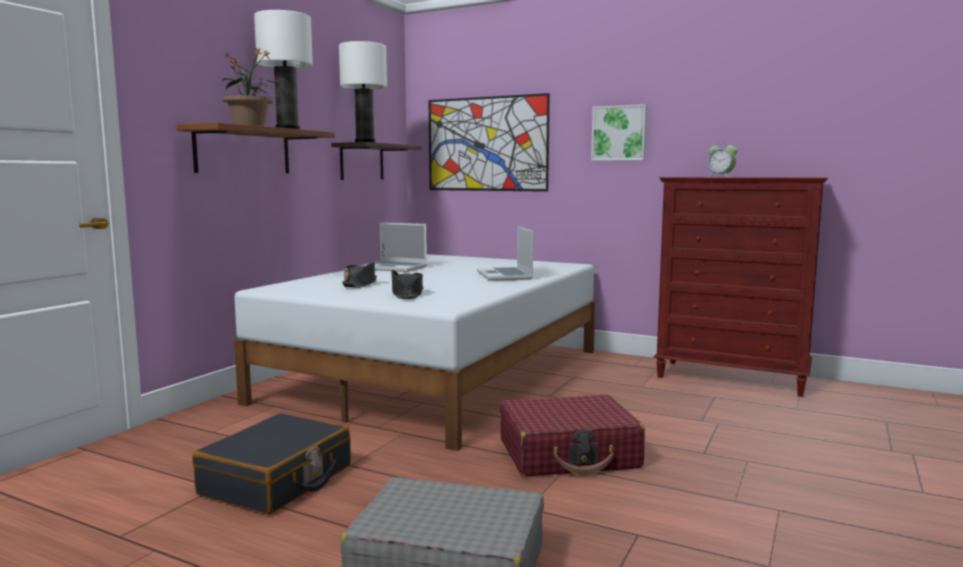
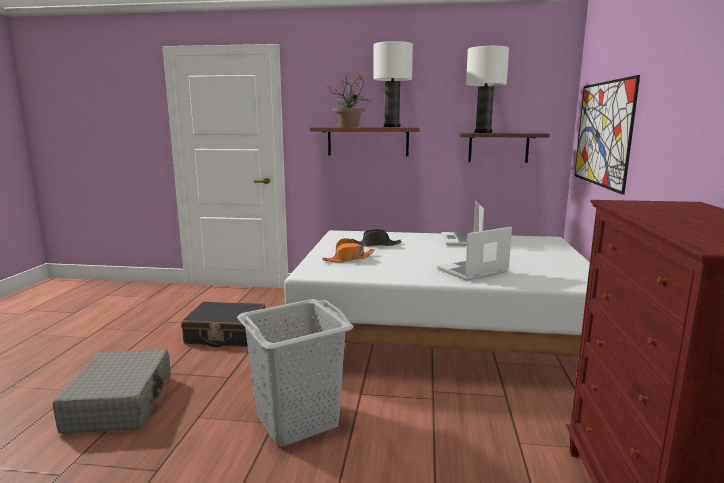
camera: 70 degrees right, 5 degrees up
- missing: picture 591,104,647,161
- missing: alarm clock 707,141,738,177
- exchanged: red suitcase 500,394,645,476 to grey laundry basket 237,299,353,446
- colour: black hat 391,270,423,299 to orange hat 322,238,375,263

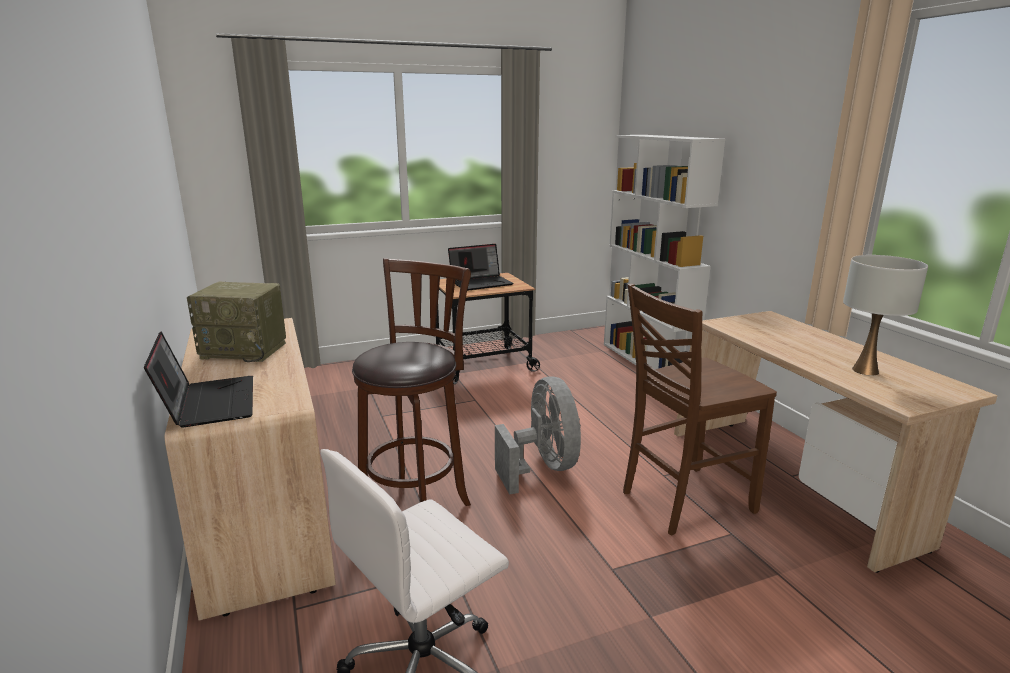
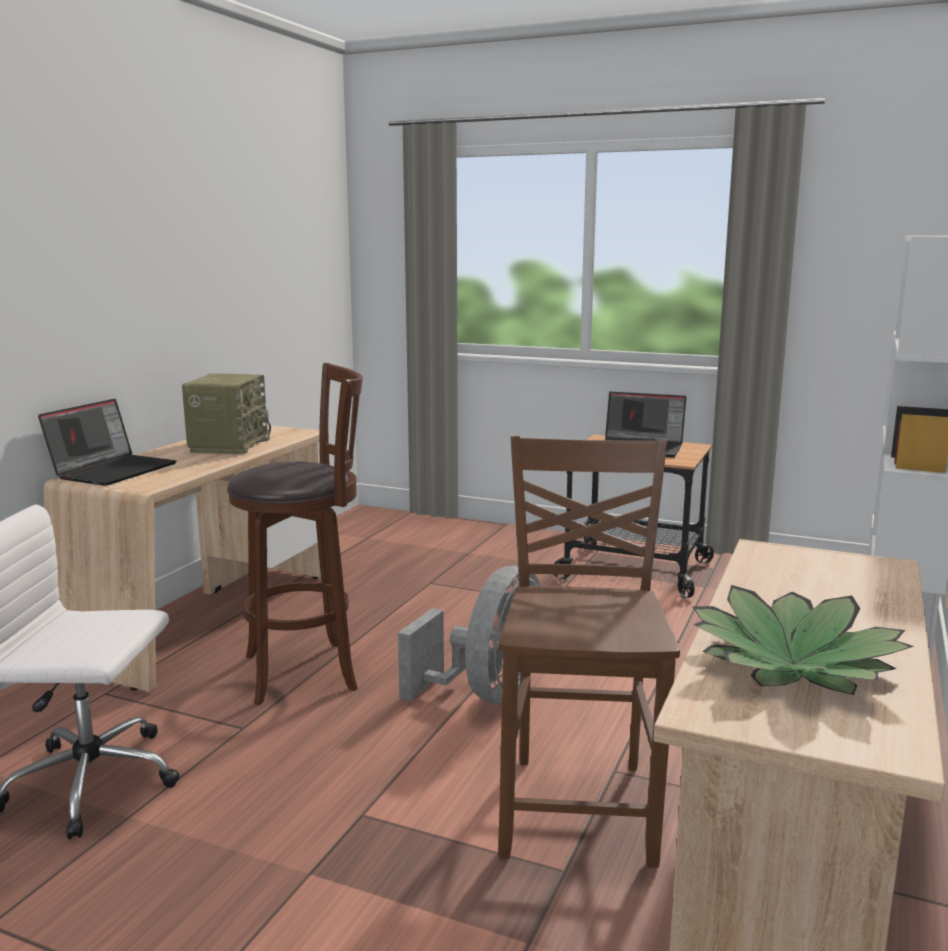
camera: 45 degrees right, 5 degrees down
- exchanged: white table lamp 843,255,928,376 to potted plant 692,585,914,695
- spun: radio 187,282,286,362 = 182,373,271,454 135 degrees counterclockwise
- spun: brown chair 623,283,777,536 = 498,436,680,868 75 degrees clockwise

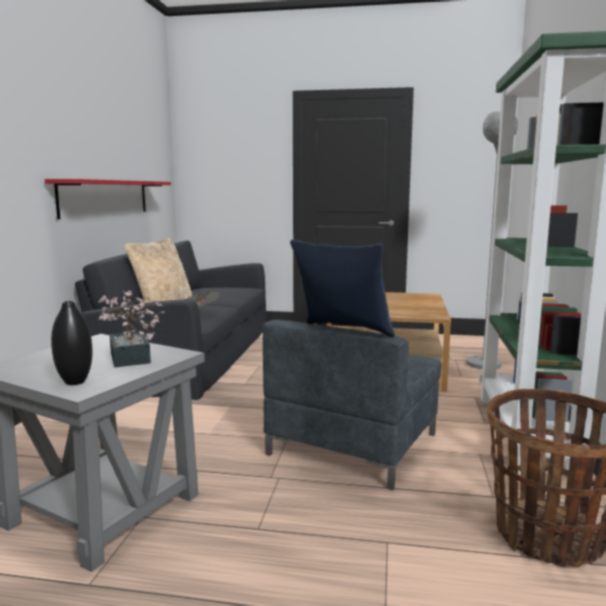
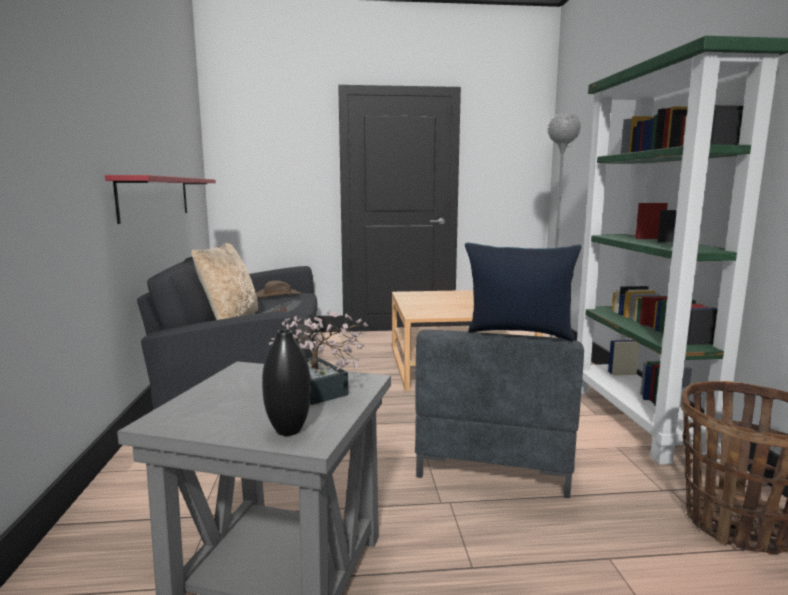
camera: 15 degrees left, 0 degrees up
- appeared: brown hat 256,280,301,298

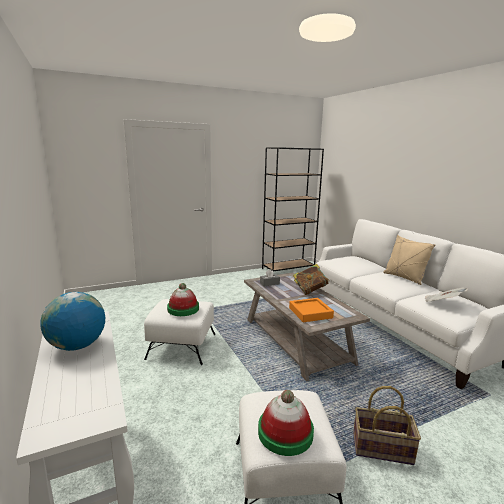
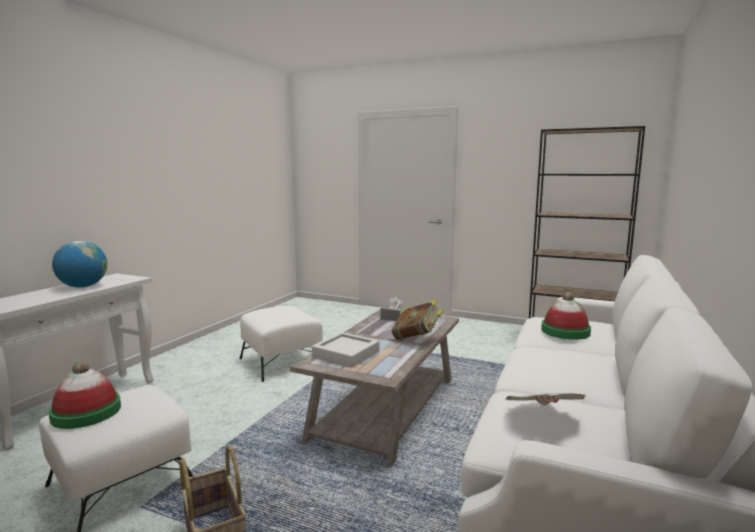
camera: 50 degrees right, 5 degrees down
- missing: beige pillow 383,235,436,285
- relocated: hat 167,283,199,316 to 541,292,591,340
- colour: orange tray 289,298,334,322 to grey tray 312,332,380,368

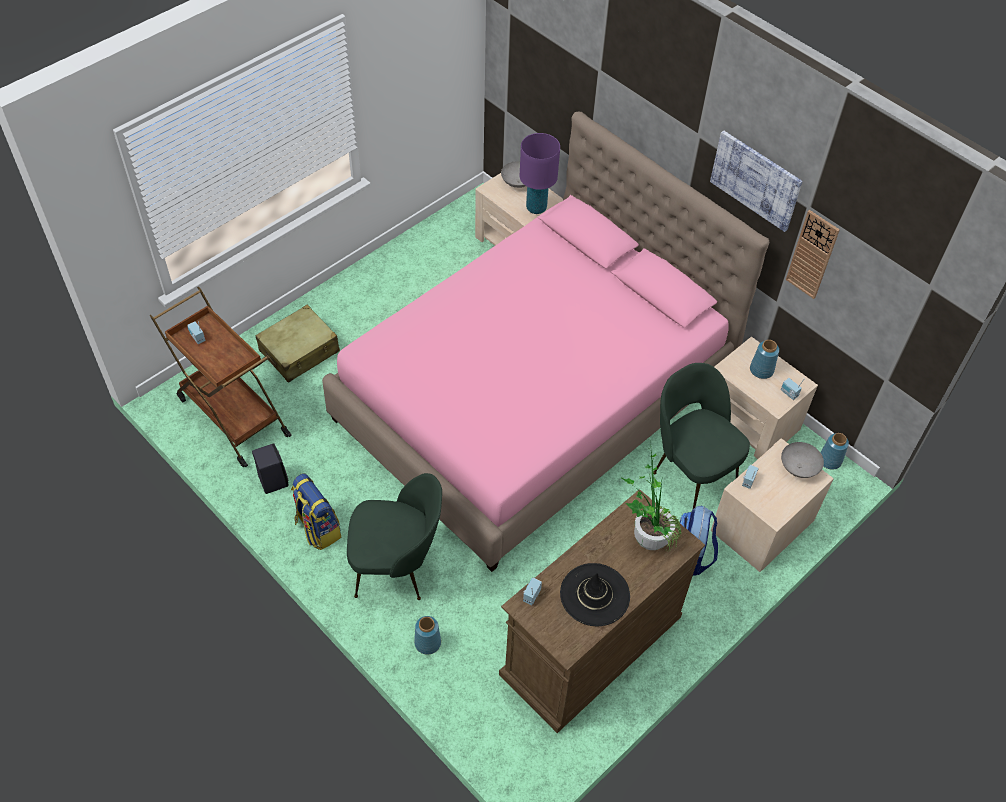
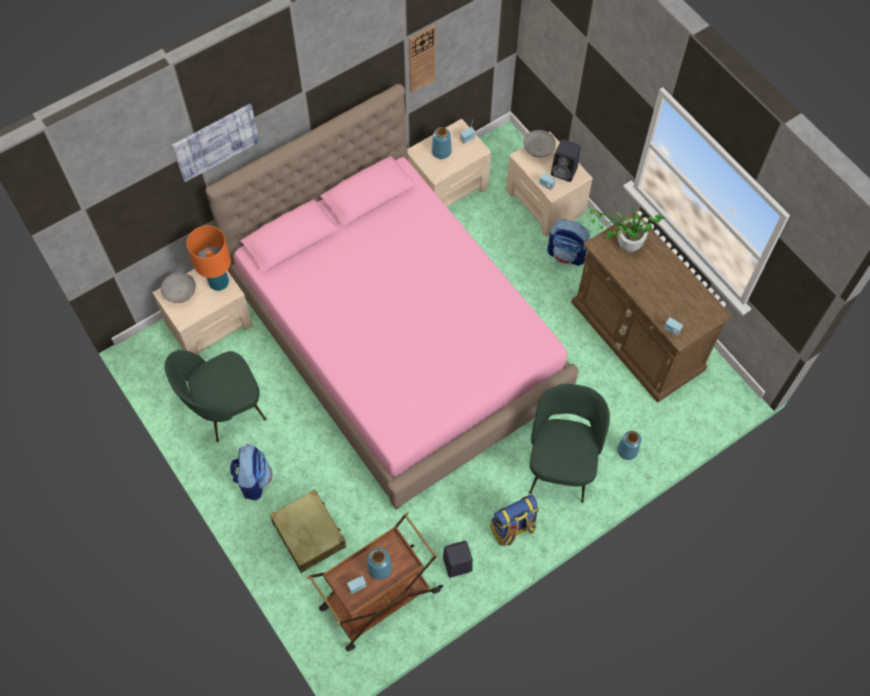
camera: 80 degrees left, 10 degrees up
- missing: black hat 560,563,630,626
- appeared: backpack 230,444,272,500
- appeared: black speaker 551,139,581,182
- relocated: green chair 653,363,750,509 to 164,350,266,442
- relocated: picture 710,131,802,232 to 172,104,259,182
- relocated: blue vase 820,433,849,470 to 368,548,392,580
- colour: purple table lamp 520,133,560,214 to orange table lamp 187,225,231,291

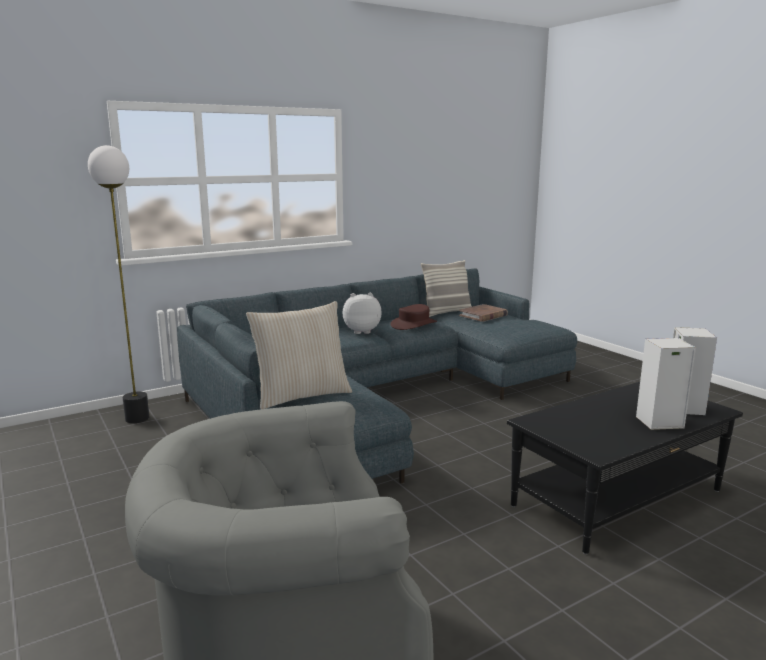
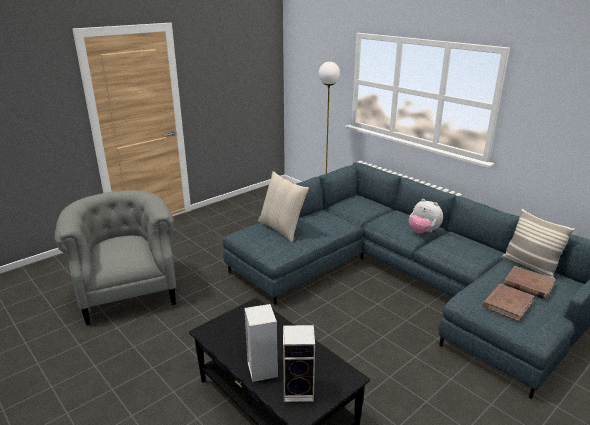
camera: 80 degrees right, 10 degrees up
- missing: brown hat 390,304,437,330
- appeared: brown book 482,284,534,322
- spun: plush toy 343,293,382,334 = 409,199,443,233 150 degrees clockwise

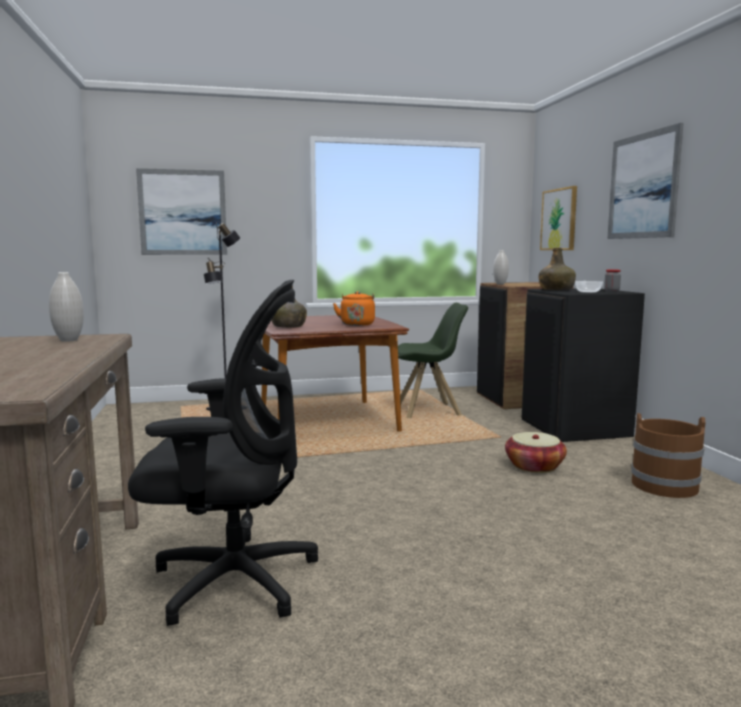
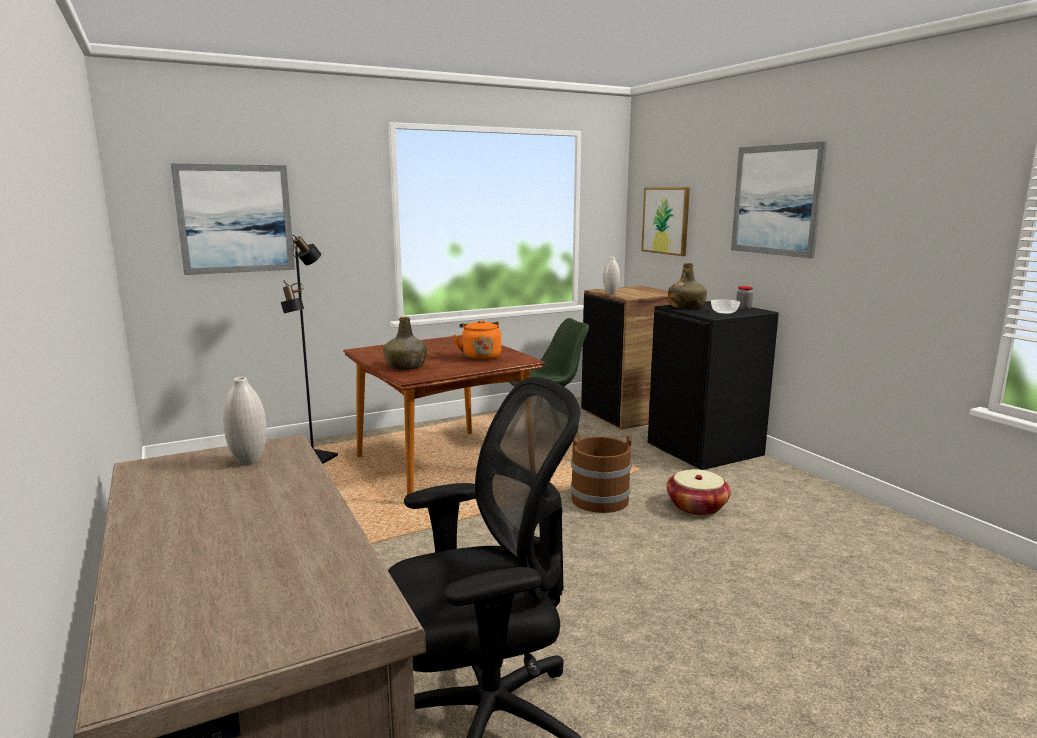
camera: 15 degrees left, 5 degrees up
- relocated: brown bucket 631,413,705,498 to 571,435,631,513

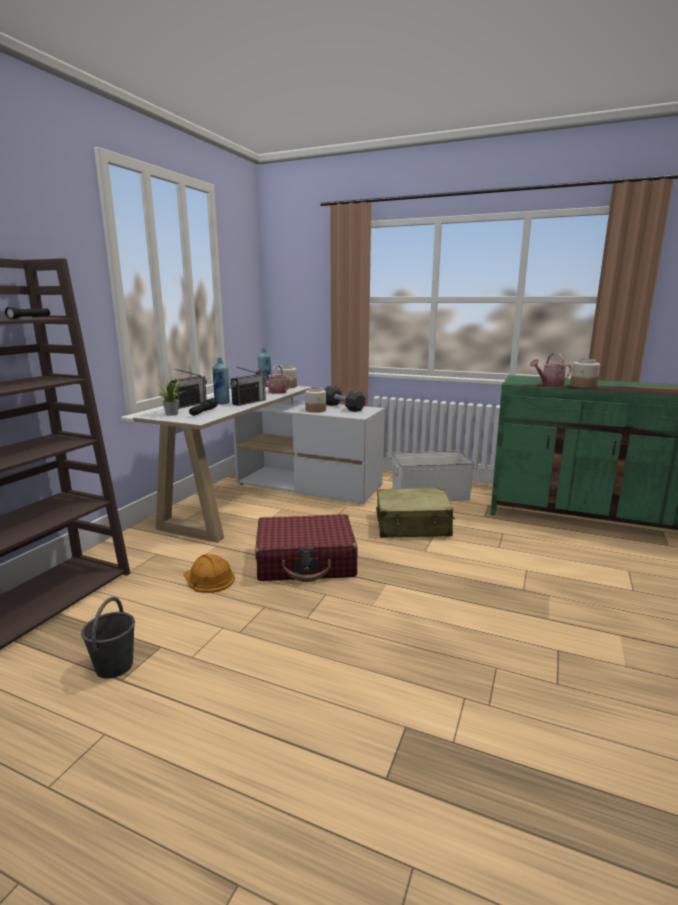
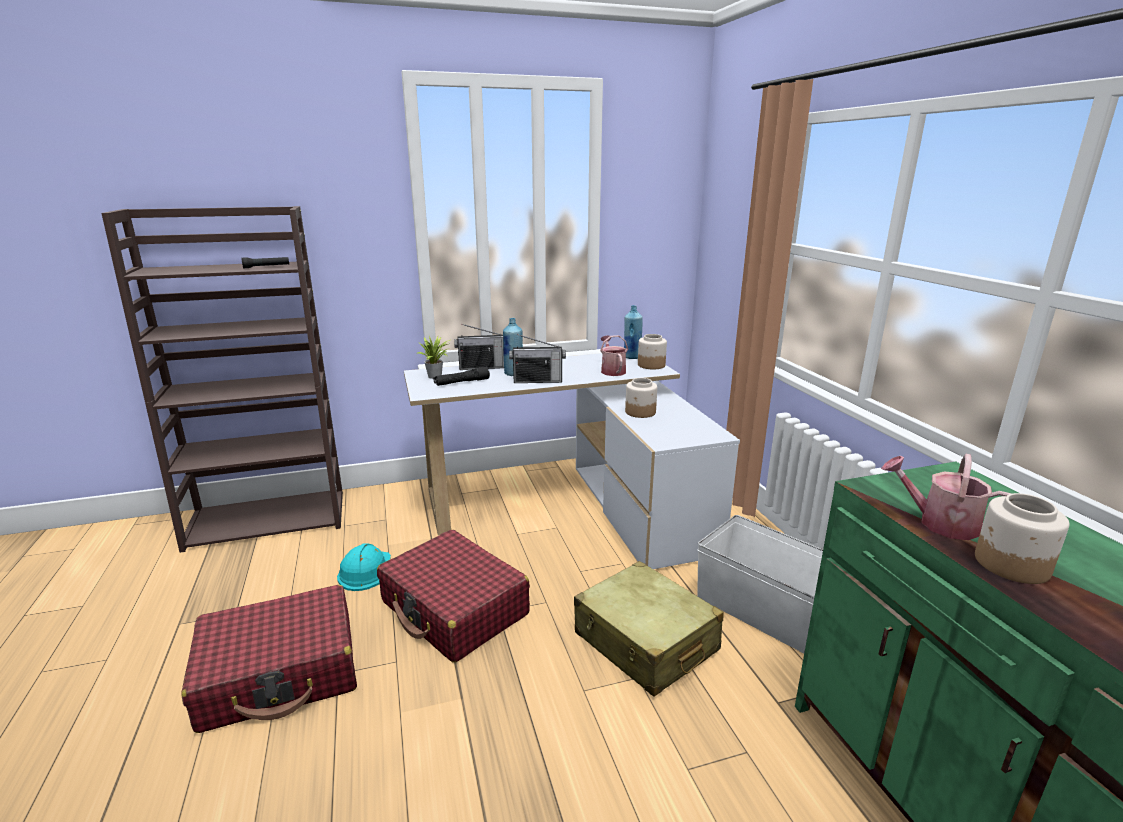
camera: 50 degrees right, 5 degrees up
- missing: grey bucket 81,597,135,679
- missing: black dumbbell 325,386,365,412
- appeared: red suitcase 181,585,357,733
- colour: orange hard hat 183,554,235,593 to turquoise hard hat 337,543,391,591

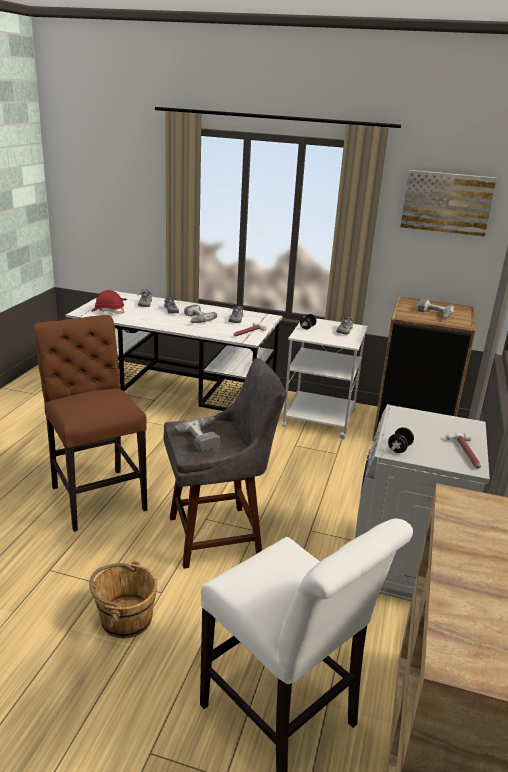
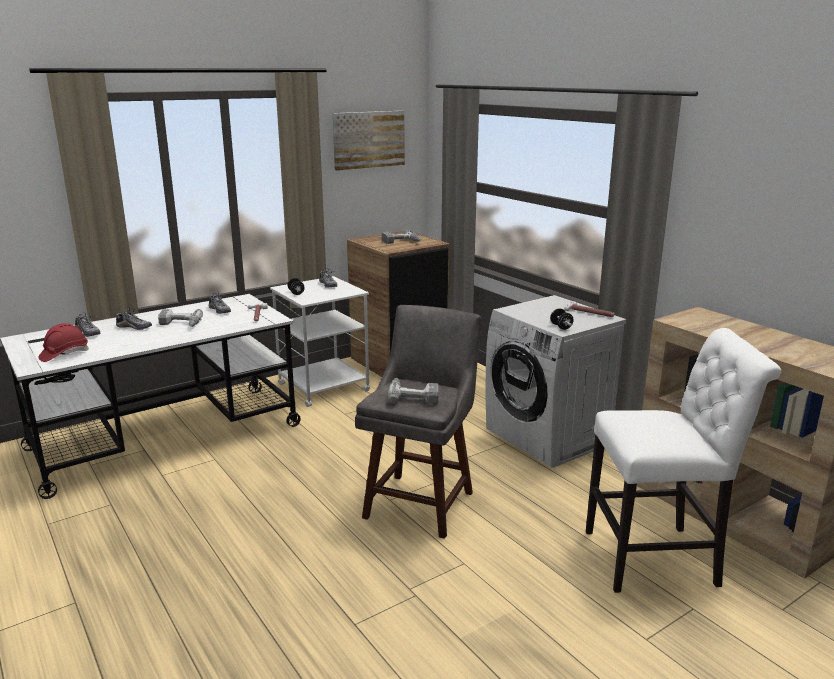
camera: 50 degrees left, 5 degrees down
- missing: brown stool 33,315,147,532
- missing: brown bucket 89,561,157,638

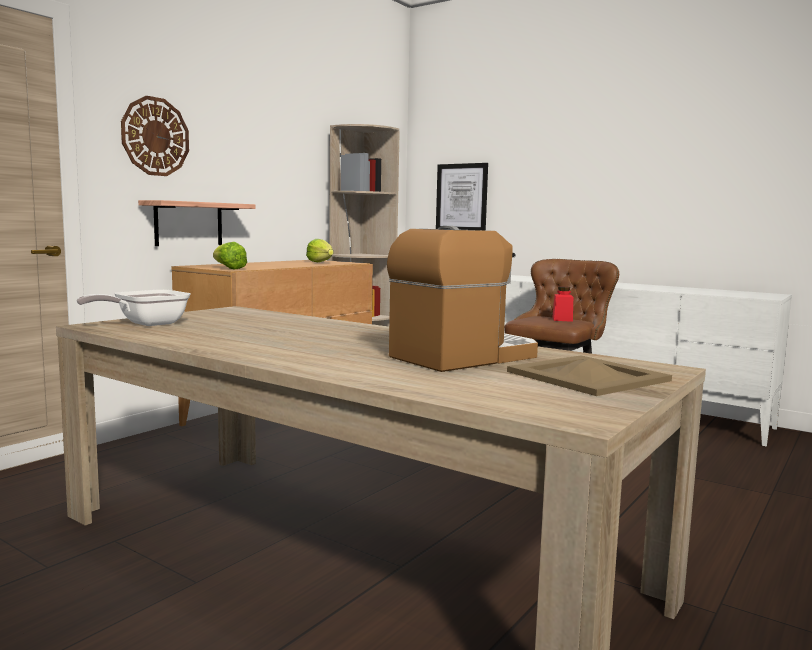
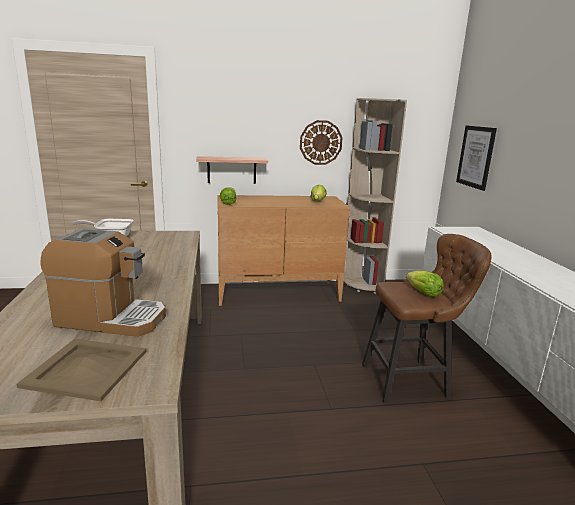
camera: 45 degrees right, 10 degrees up
- relocated: wall clock 121,96,189,176 to 300,120,342,165
- exchanged: red jar 552,287,573,322 to lettuce 406,271,444,297

